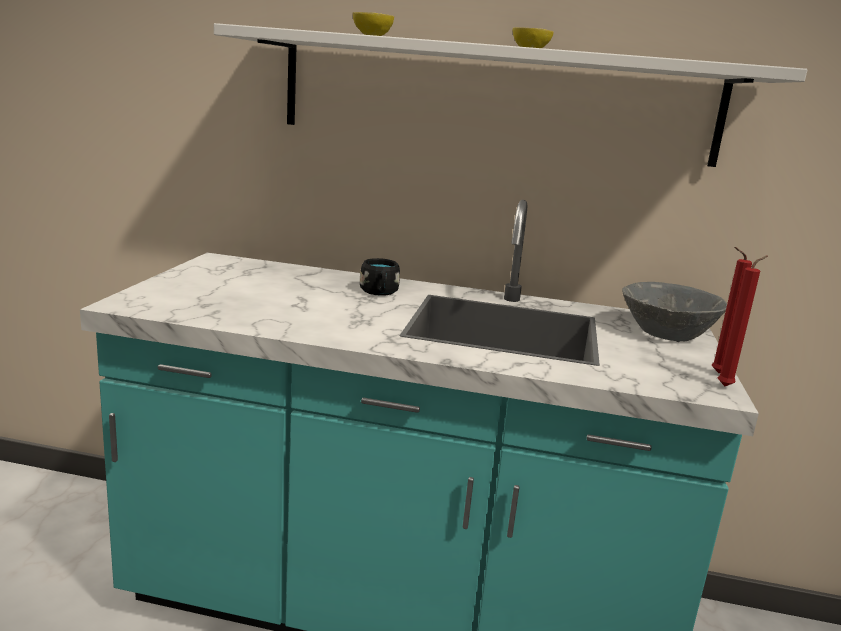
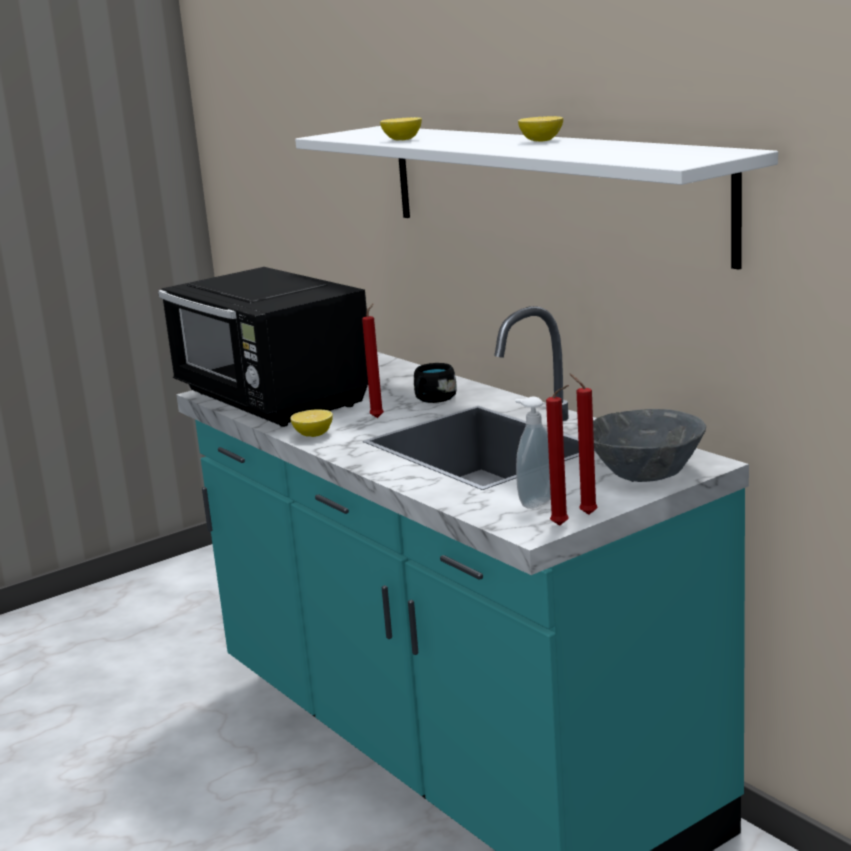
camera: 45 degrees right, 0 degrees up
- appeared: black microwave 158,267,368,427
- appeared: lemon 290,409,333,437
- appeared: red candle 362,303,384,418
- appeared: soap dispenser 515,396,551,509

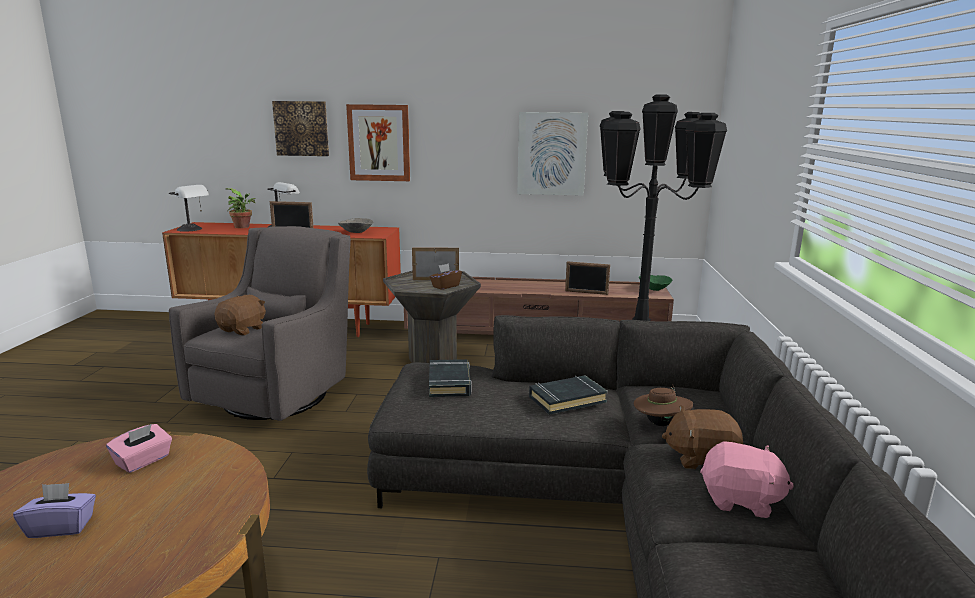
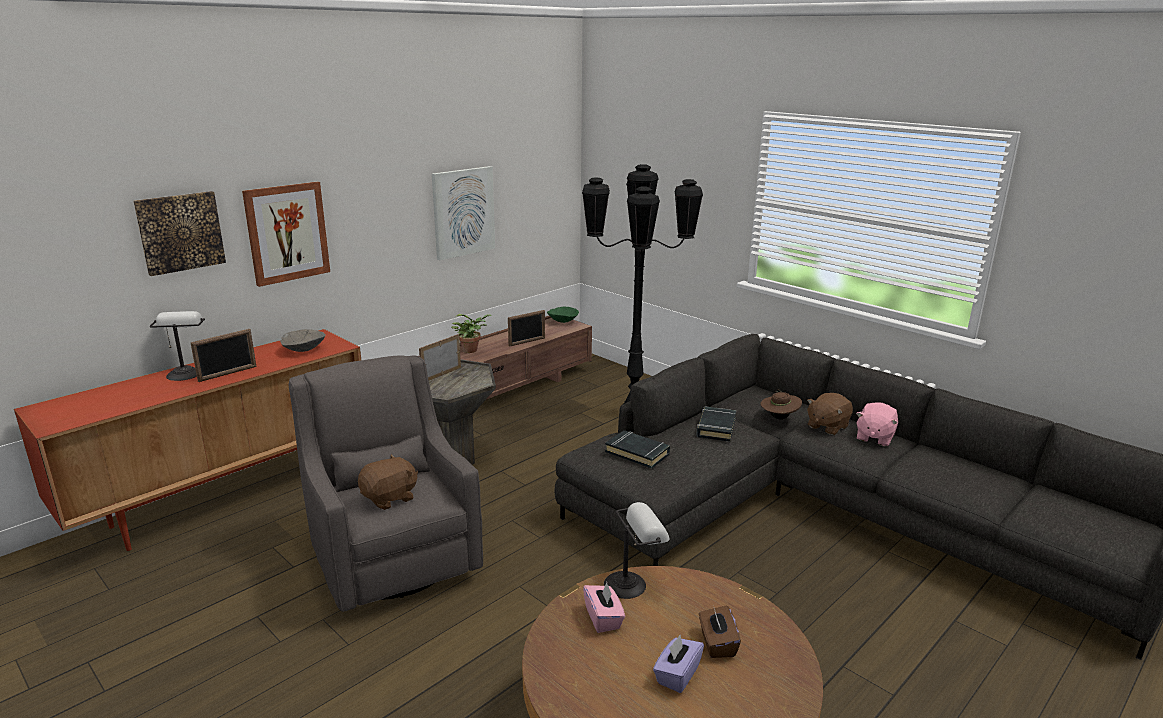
camera: 50 degrees left, 5 degrees up
- relocated: table lamp 169,185,209,232 to 604,502,669,599
- relocated: potted plant 226,188,256,228 to 451,314,492,353
- relocated: brown tissue box 430,263,462,290 to 699,605,741,658
- spun: brown plush toy 214,295,266,335 = 358,454,418,510 75 degrees clockwise
- spun: pink plush toy 700,441,793,518 = 856,402,898,447 150 degrees clockwise

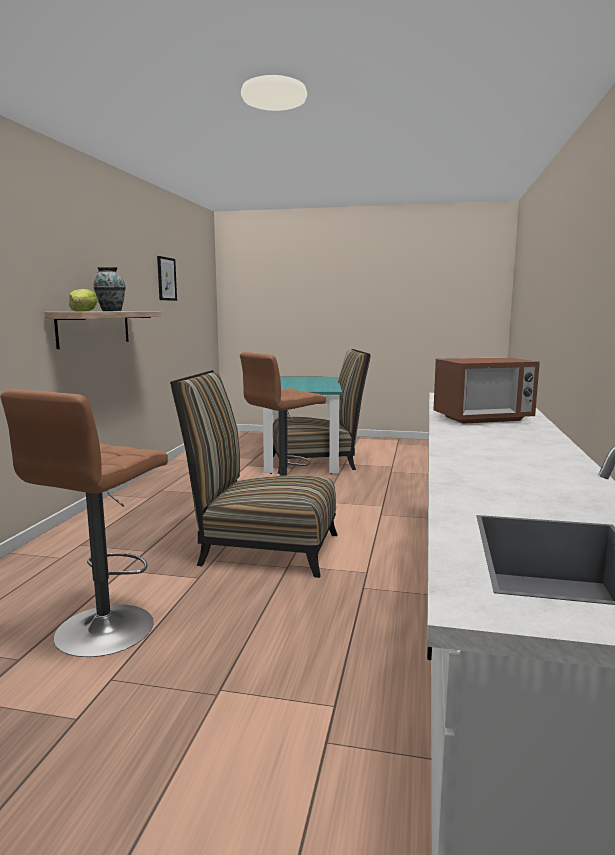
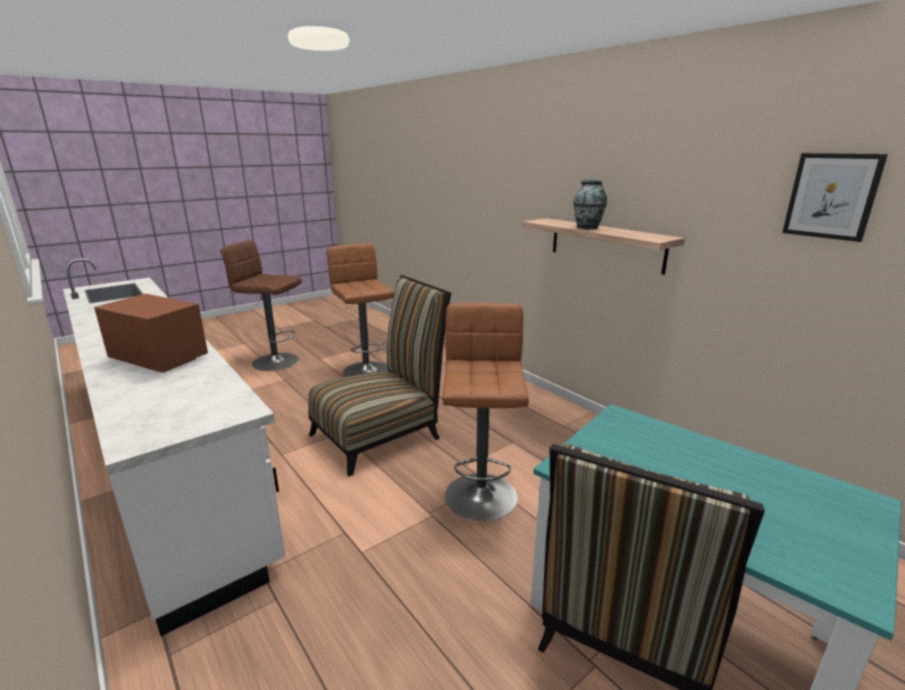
camera: 130 degrees right, 10 degrees up
- missing: lettuce 69,289,98,311
- appeared: brown stool 220,240,302,371
- spun: microwave 433,357,540,424 = 94,294,208,372 90 degrees clockwise

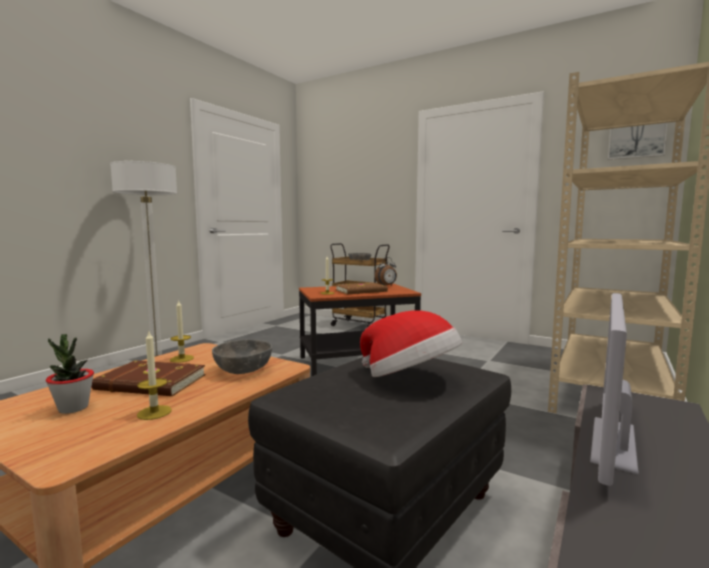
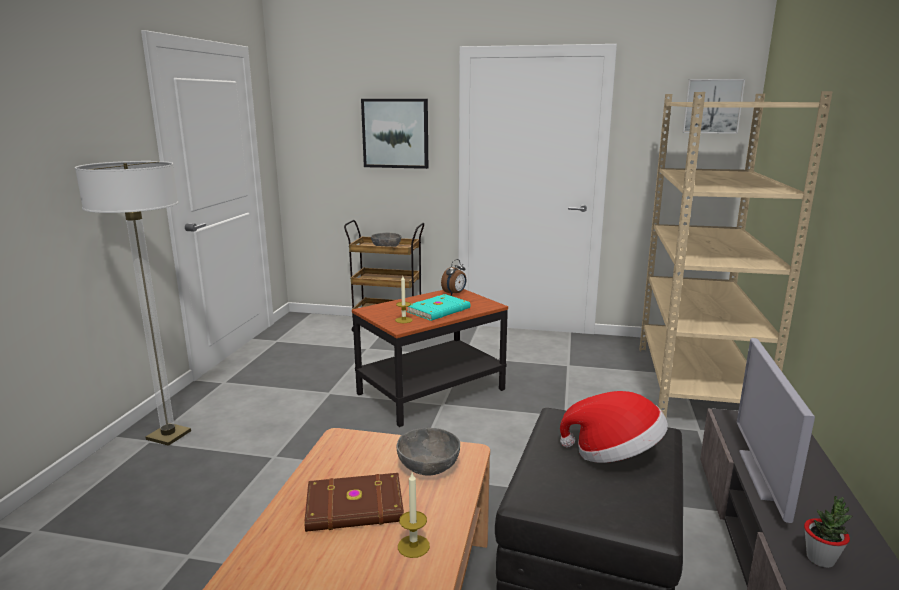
camera: 20 degrees left, 10 degrees up
- missing: candle 170,299,194,363
- appeared: picture 361,99,428,169
- relocated: potted plant 46,334,94,414 to 804,496,853,568
- colour: brown book 336,282,388,295 to turquoise book 407,294,470,321

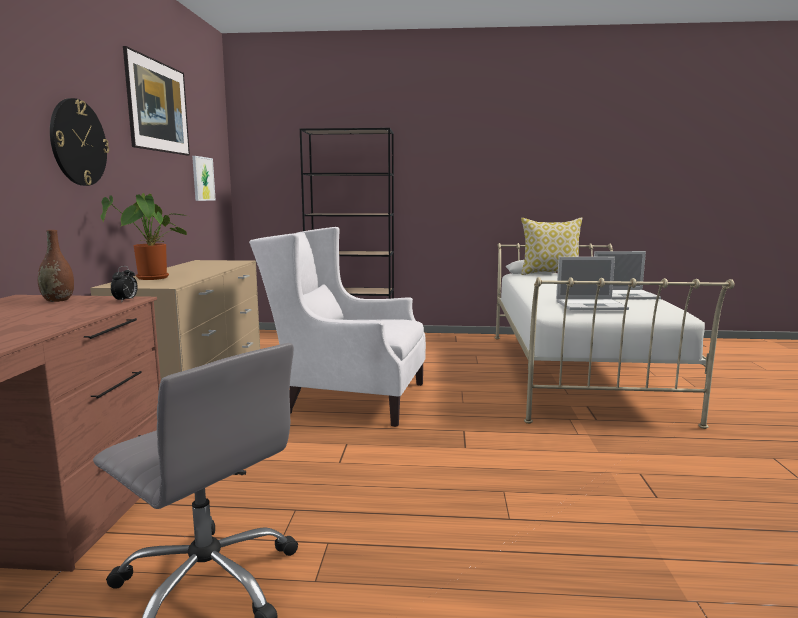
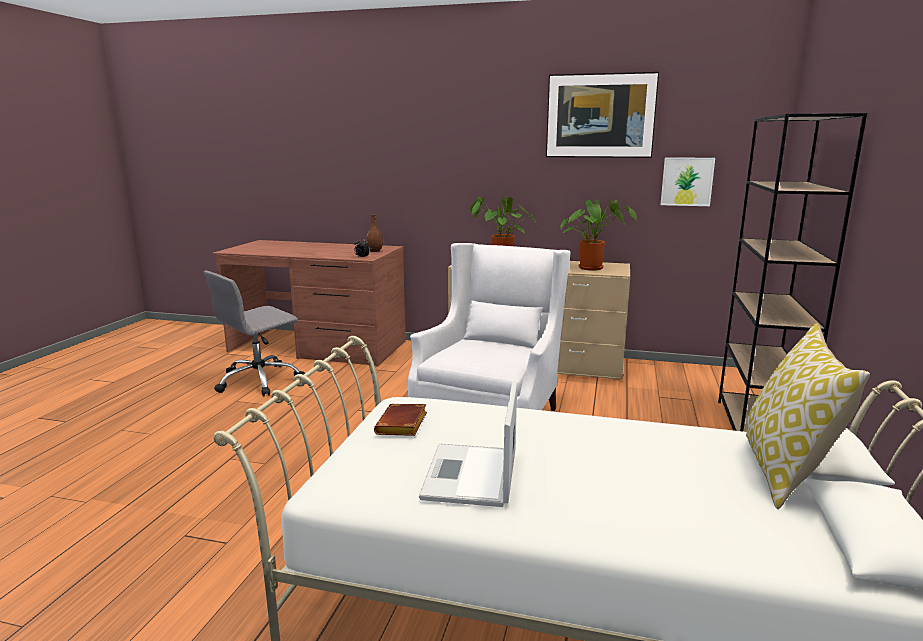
camera: 100 degrees right, 5 degrees up
- missing: wall clock 50,98,109,186
- appeared: potted plant 560,200,637,271
- exchanged: laptop 556,257,629,310 to brown book 374,404,427,436

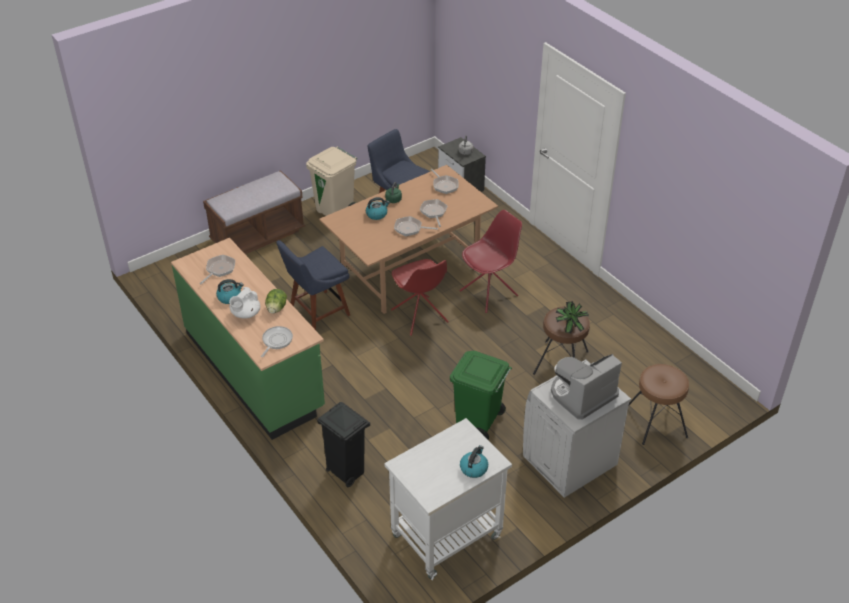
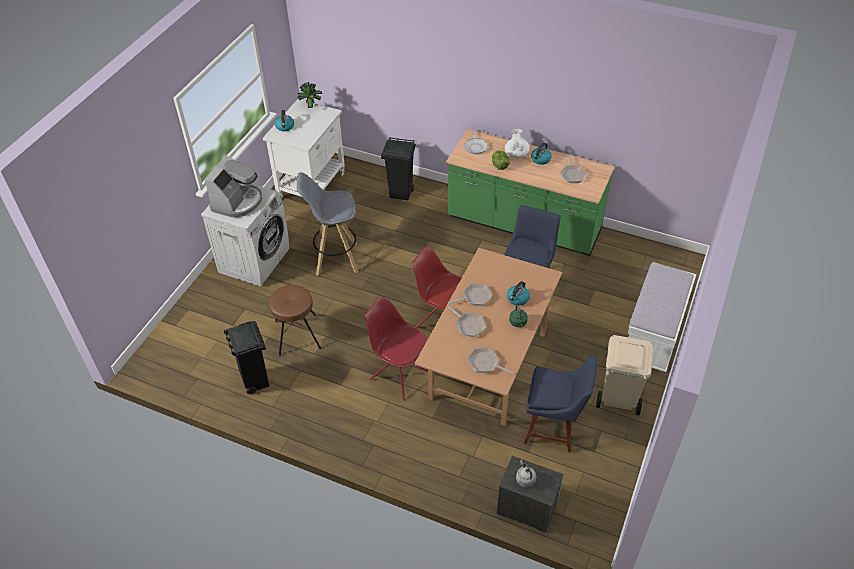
camera: 150 degrees right, 5 degrees up
- missing: brown stool 629,364,689,445
- appeared: black trash can 224,321,269,394
- relocated: potted plant 555,301,589,334 to 297,82,322,108
- exchanged: green trash can 450,351,512,439 to grey stool 297,172,358,276
- colour: brown bench 203,170,305,254 to white bench 628,262,696,372
- spun: red chair 460,210,522,313 = 365,297,428,400 105 degrees clockwise

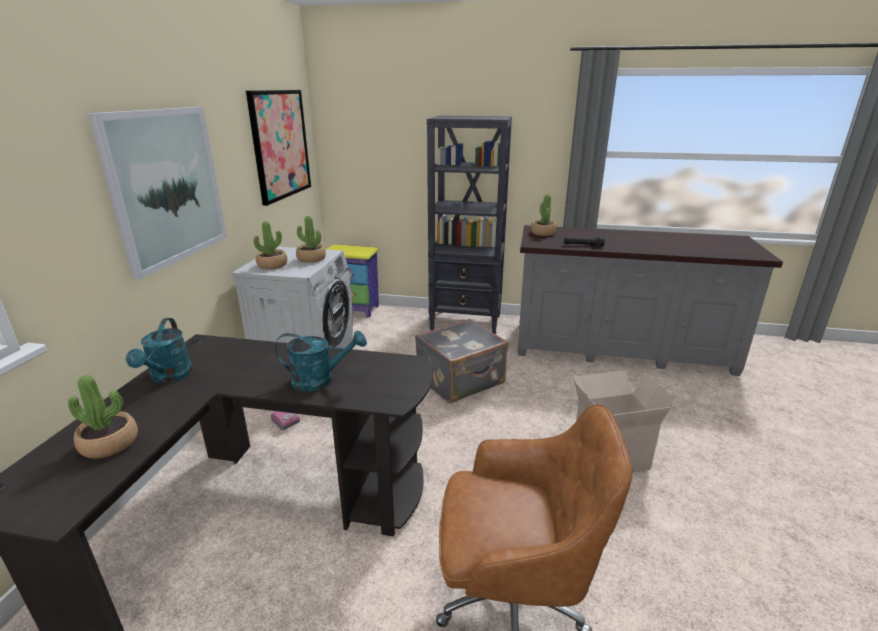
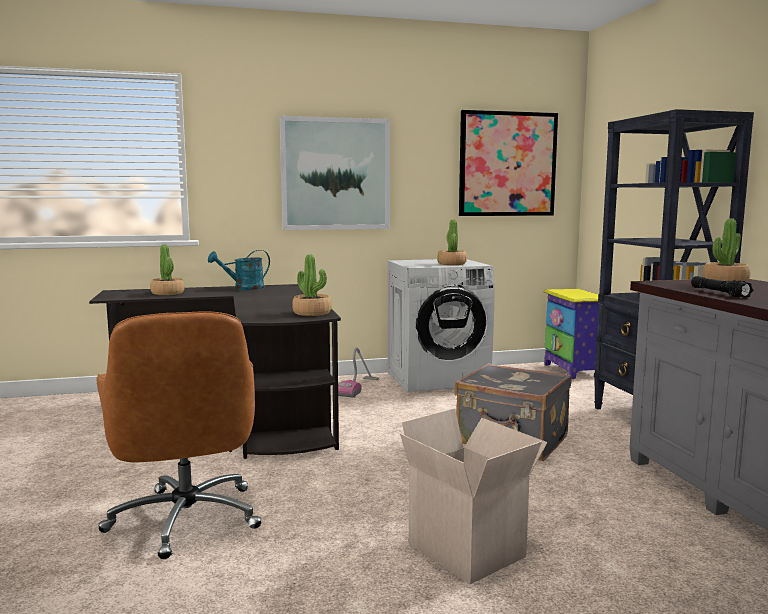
camera: 65 degrees right, 15 degrees down
- missing: turquoise watering can 275,330,367,392
- relocated: potted plant 254,221,287,269 to 292,254,332,316

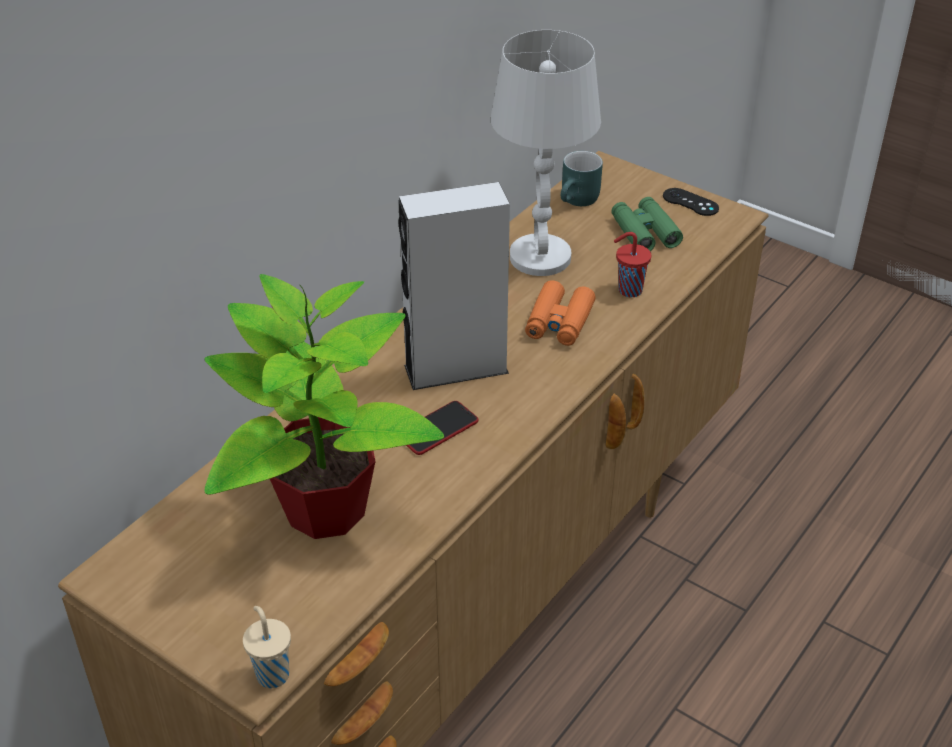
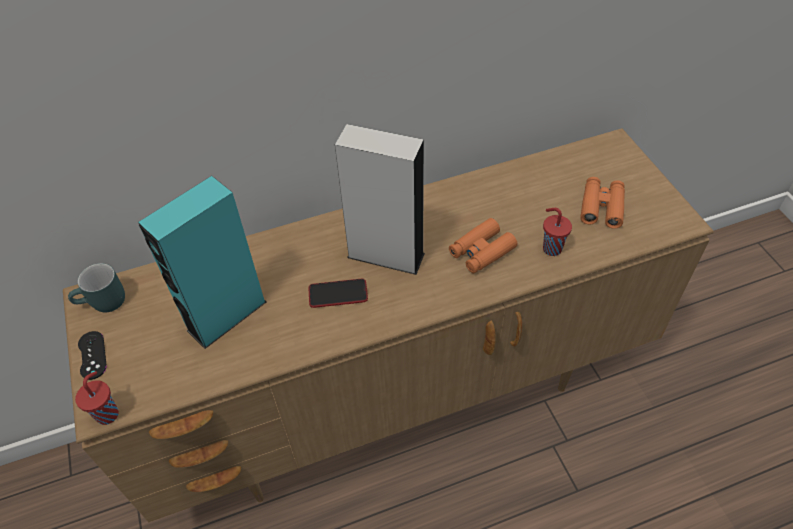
camera: 35 degrees right, 10 degrees up
- missing: white table lamp 491,30,601,276
- relocated: turquoise mug 561,151,603,206 to 68,263,125,313
- relocated: black game controller 663,188,719,216 to 78,331,107,380
- exchanged: potted plant 204,274,444,539 to turquoise speaker 138,176,266,349
- colour: beige cup 243,606,291,688 to red cup 75,371,119,425
- colour: green binoculars 611,197,683,251 to orange binoculars 580,177,625,229

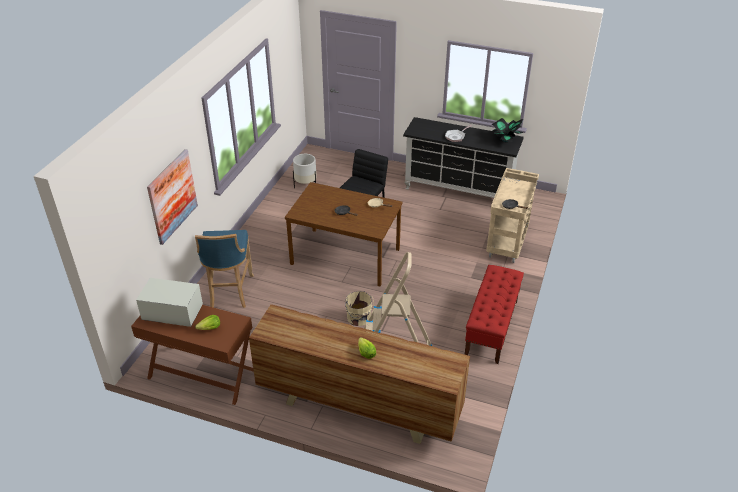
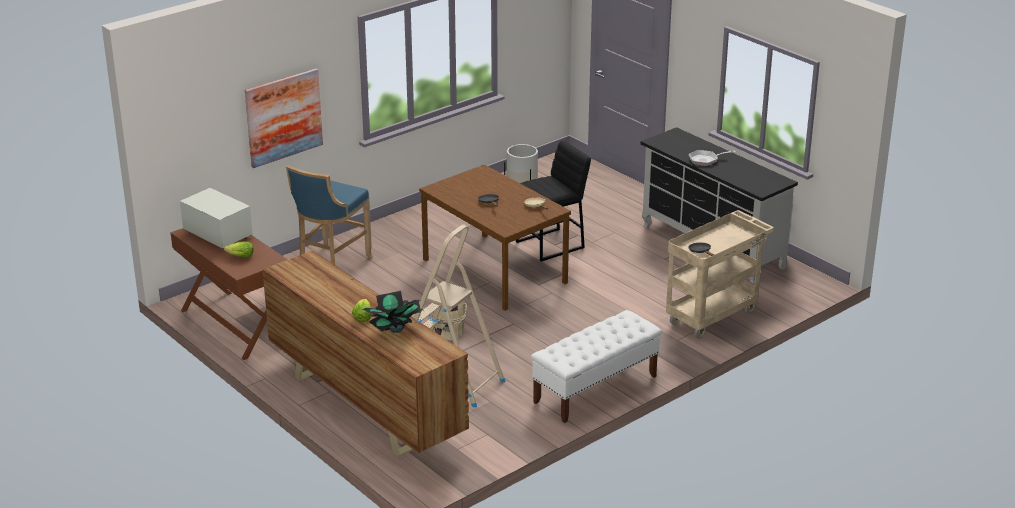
camera: 30 degrees right, 10 degrees down
- relocated: potted plant 492,118,523,142 to 362,291,423,333
- colour: red bench 465,265,524,364 to white bench 531,310,662,423

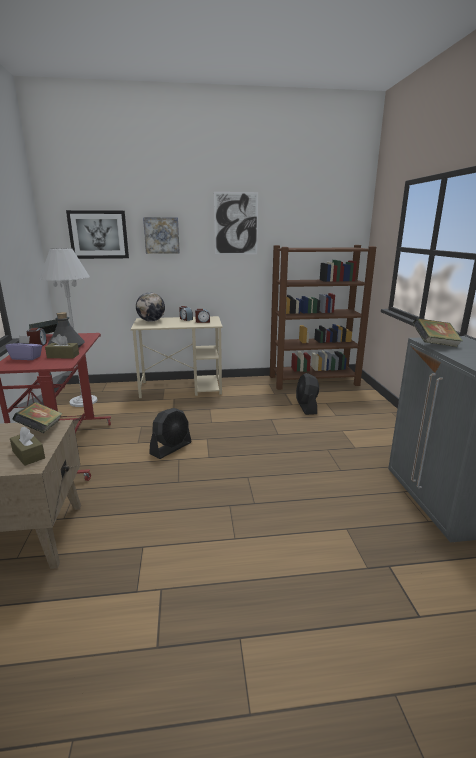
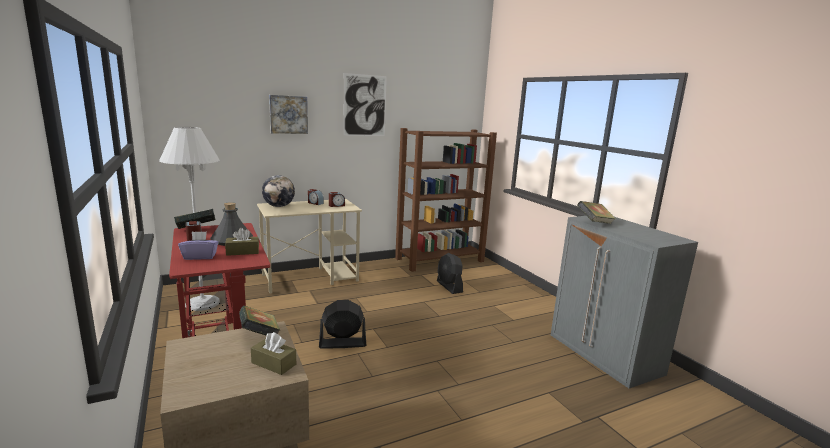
camera: 20 degrees left, 5 degrees down
- missing: picture 66,210,129,259
- spun: black fan 149,408,192,459 = 319,300,366,349 120 degrees counterclockwise

